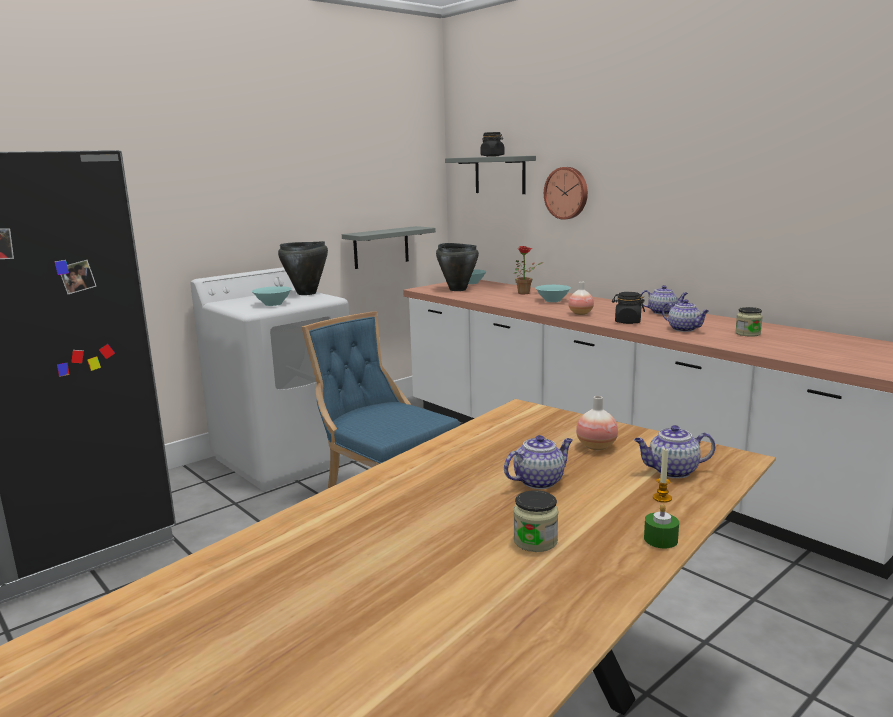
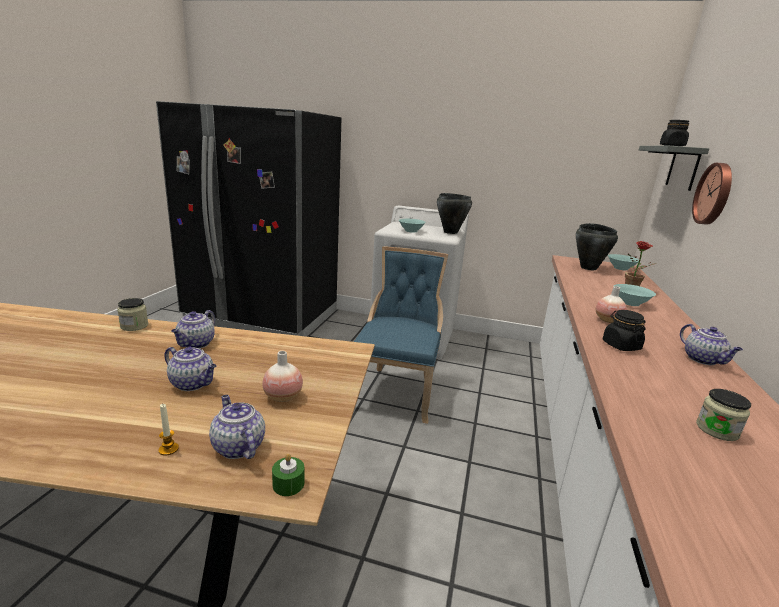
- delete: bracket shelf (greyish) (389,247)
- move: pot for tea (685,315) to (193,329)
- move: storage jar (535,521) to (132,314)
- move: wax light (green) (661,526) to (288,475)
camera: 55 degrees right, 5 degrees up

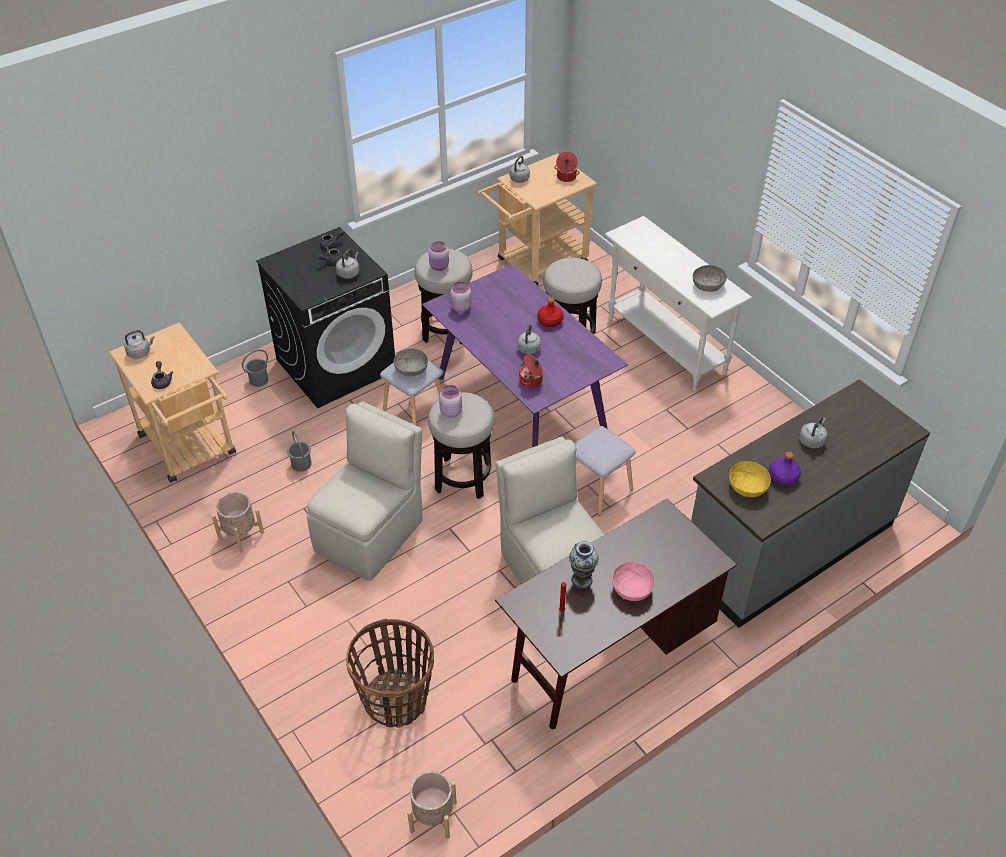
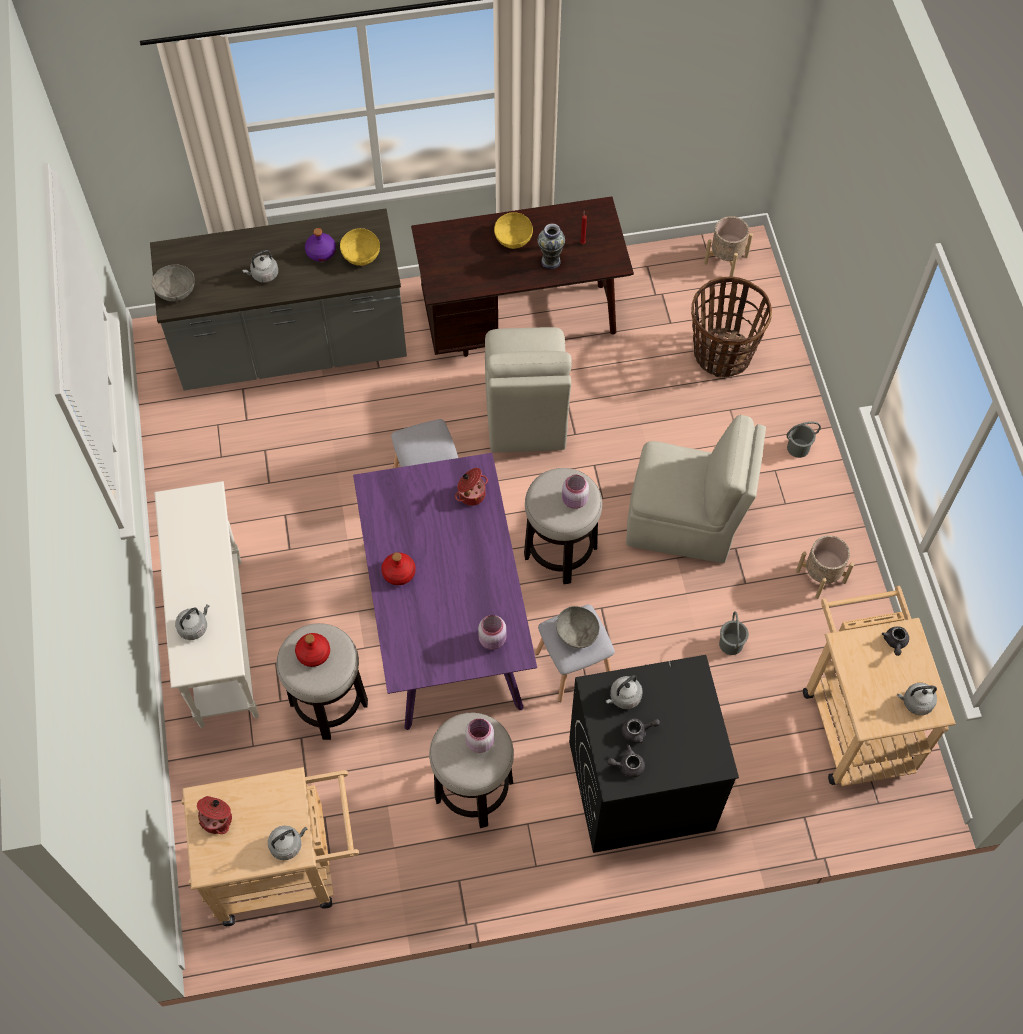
- move: deep dish (greyish) (710,278) to (173,282)
- move: water kettle (greyish) (529,339) to (192,622)
- move: bucket (greyish) (255,368) to (804,440)
- rotate: upright chair (sand-coloured) (365,491) = (696,489) 135 degrees counterclockwise
- recolor: deep dish (pinkish) (633,581) to deep dish (yellow-coloured) (513,230)
- insert: drink bottle (red) (312,650)
camera: 155 degrees left, 15 degrees up

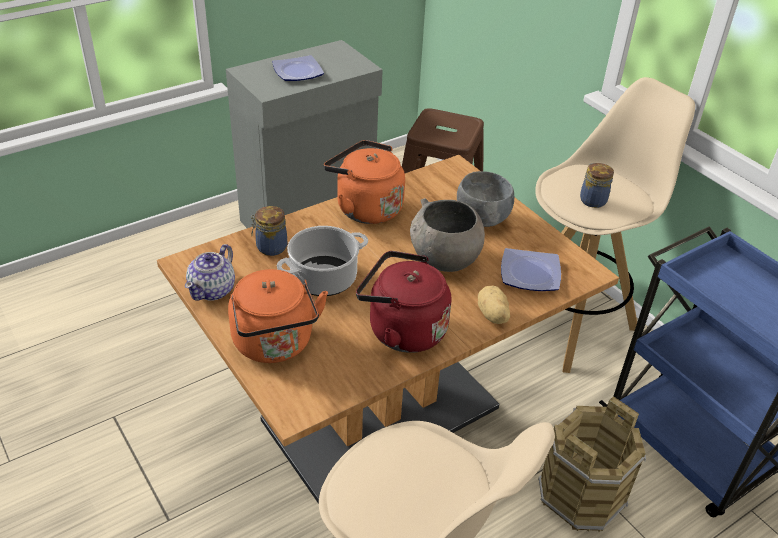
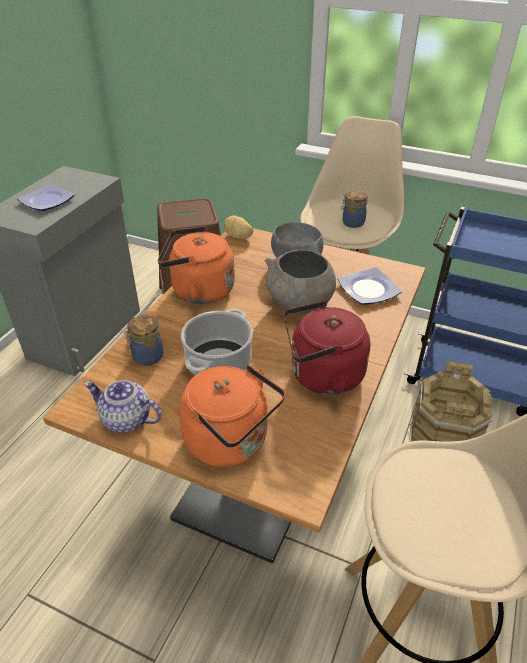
- rotate: pot for tea (210,272) = (123,406) 120 degrees clockwise
- move: potato (494,305) to (238,227)
camera: 30 degrees left, 0 degrees up

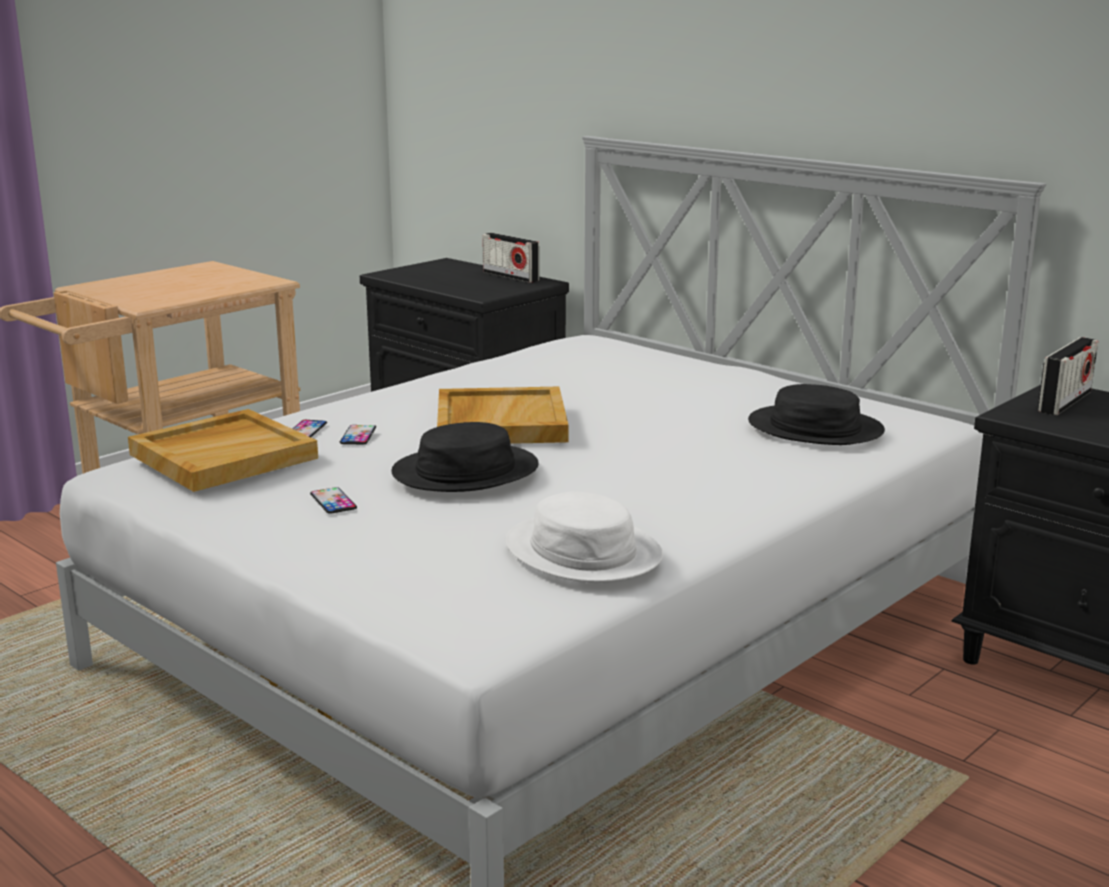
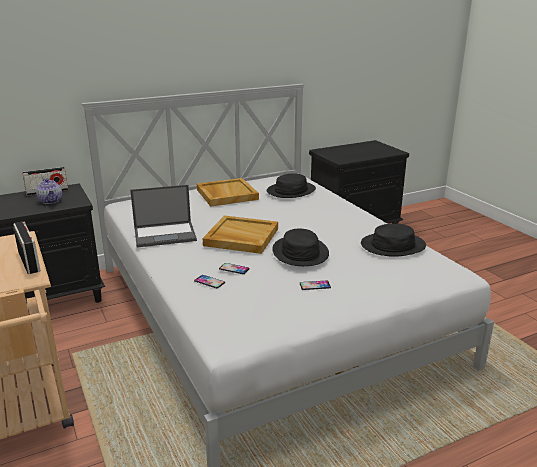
- move: radio receiver (1067,376) to (27,247)
- move: serving tray (sand-coloured) (223,450) to (228,192)
- recolor: hat (white-coloured) (584,537) to hat (black-coloured) (393,240)
- insert: pot for tea (49,191)
- insert: laptop (163,216)
camera: 70 degrees left, 5 degrees up

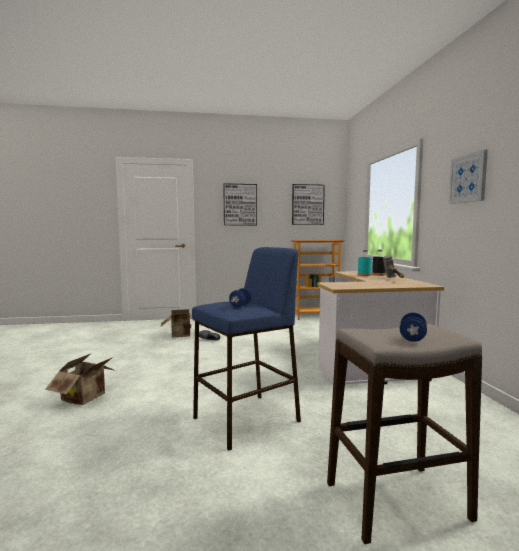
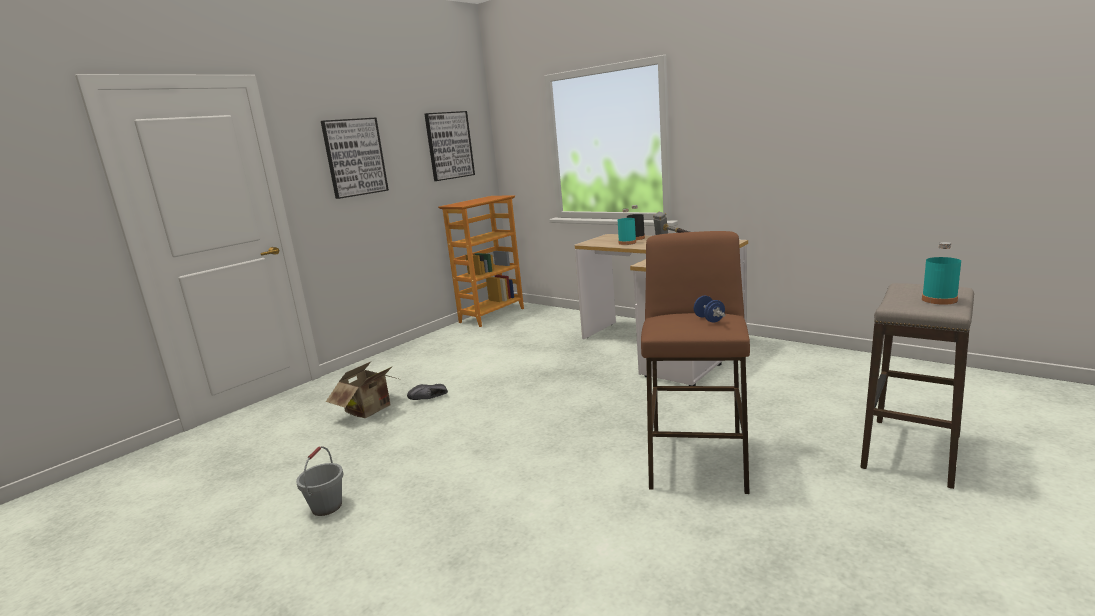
- delete: picture (468,177)
- recolor: sitting stool (blue) (246,348) to sitting stool (brown) (695,362)
- replace: free weight (blue) (413,327) to drink bottle (blue-green) (941,273)
- delete: carton (80,379)
- insert: bucket (greyish) (320,481)
camera: 40 degrees left, 10 degrees up

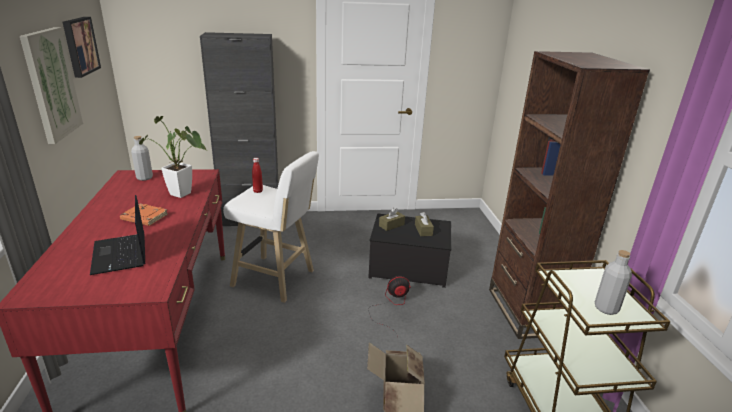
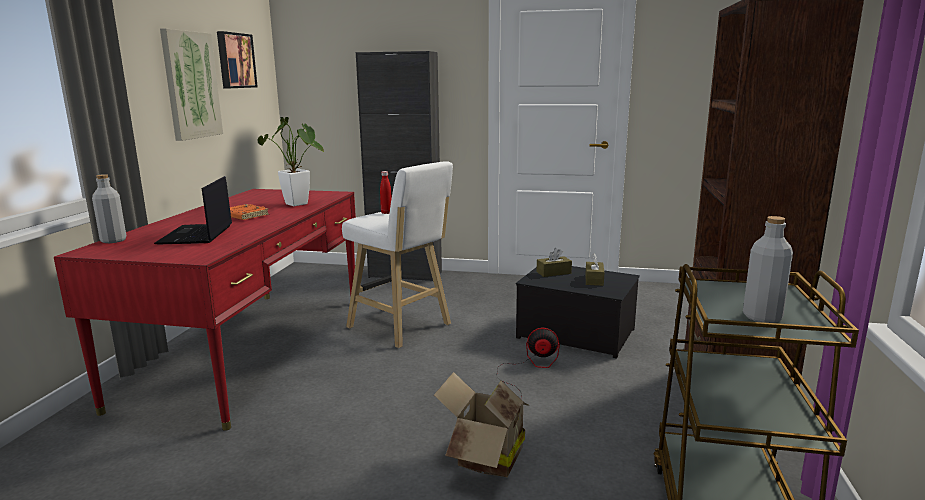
- move: drink bottle (greyish) (142,158) to (109,208)
camera: 20 degrees right, 10 degrees down

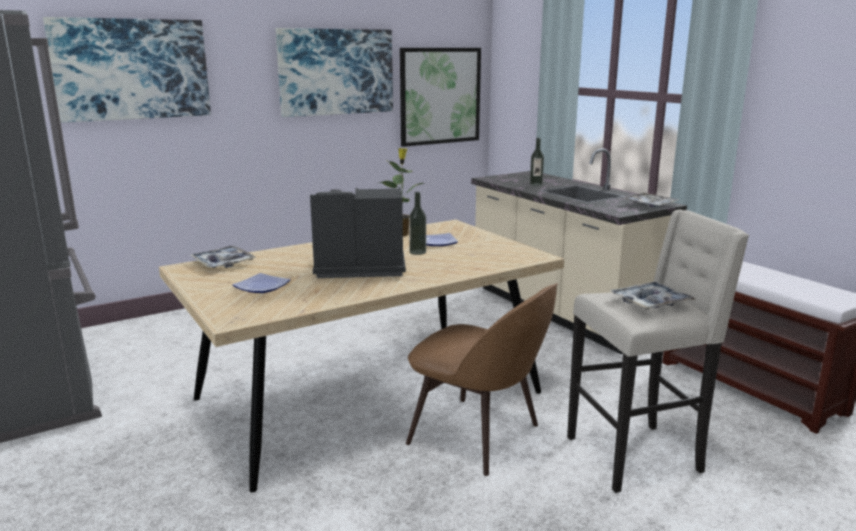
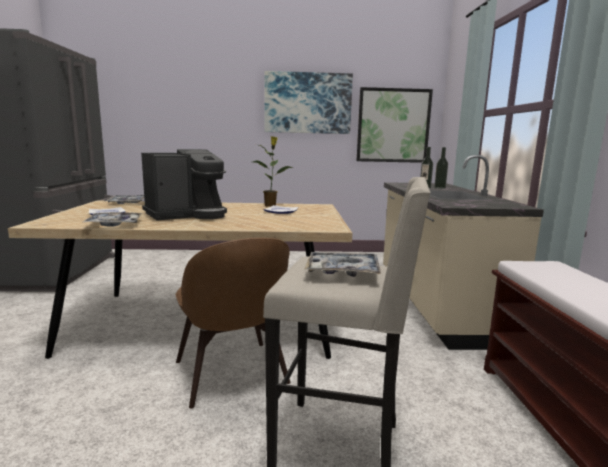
- delete: picture (127,70)
- rotate: coffee machine (358,232) = (184,185) 120 degrees clockwise
- move: drink bottle (417,223) to (441,168)
- move: serving tray (651,200) to (113,219)
camera: 30 degrees right, 5 degrees down

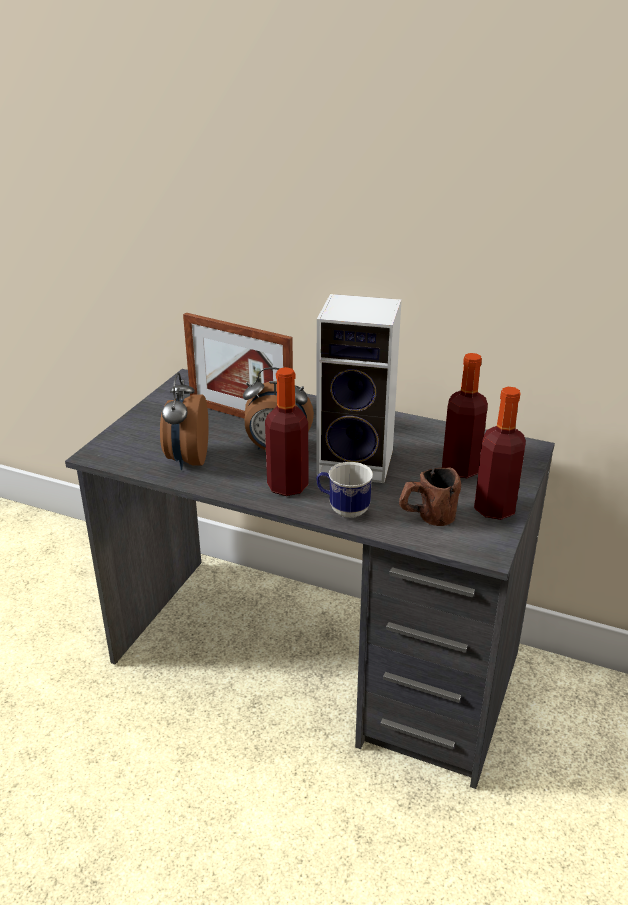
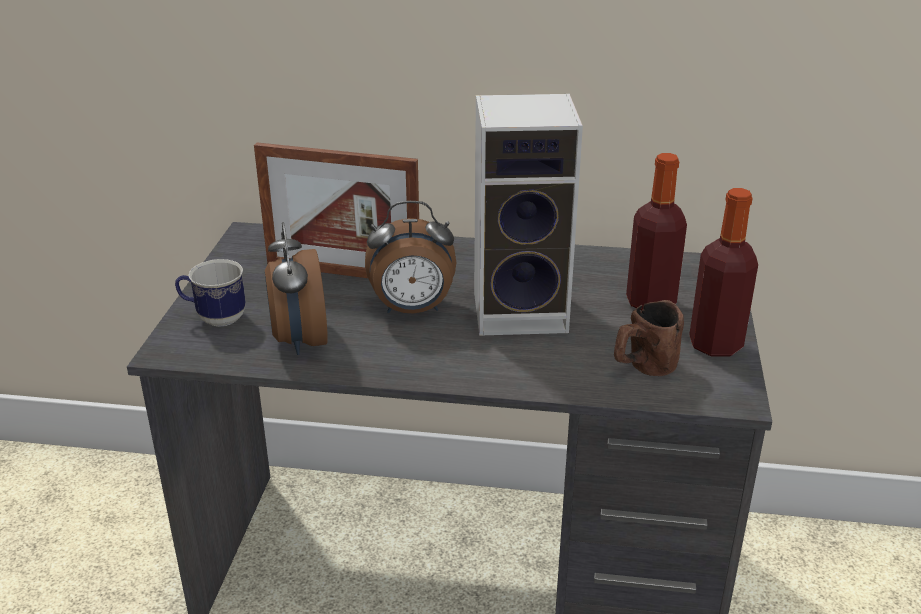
- delete: drink bottle (287,431)
- move: mug (344,490) to (210,292)
camera: 15 degrees left, 0 degrees up

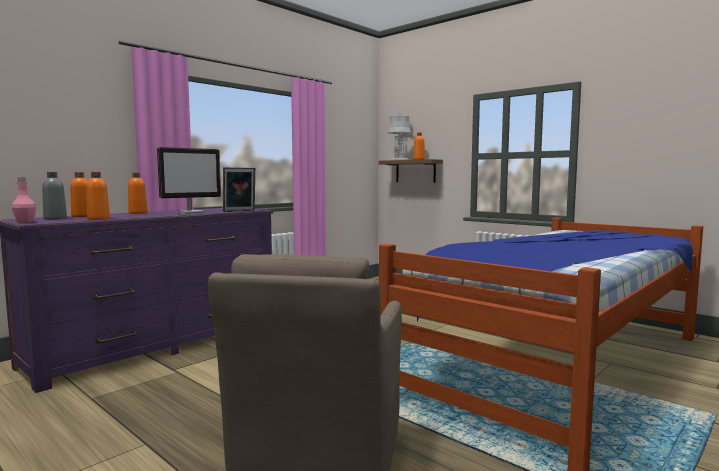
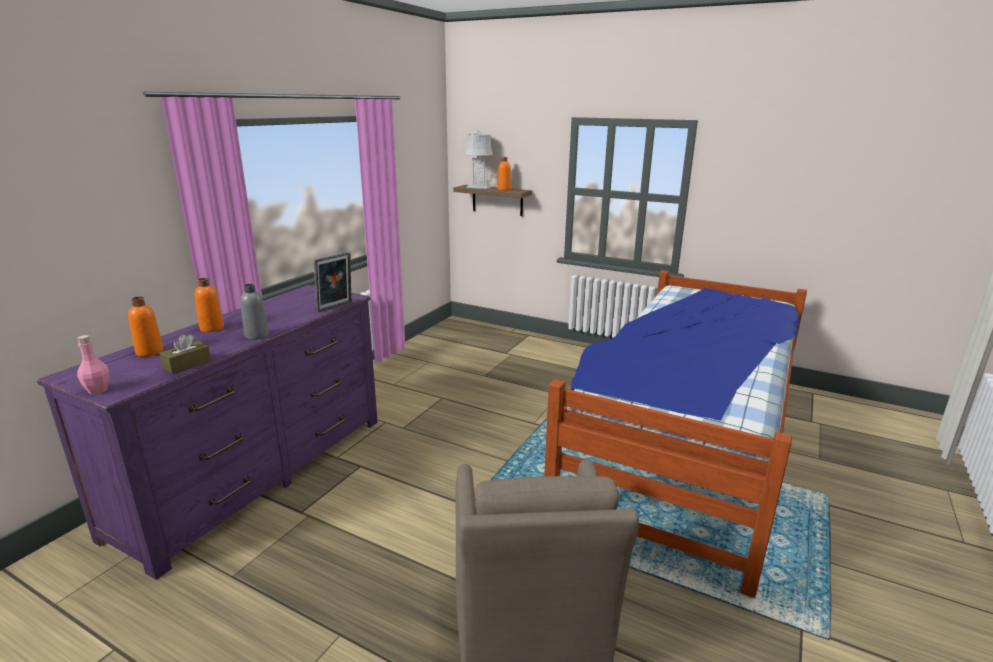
- delete: computer display (189,180)
- move: drink bottle (greyish) (54,196) to (254,312)
- replace: drink bottle (orangey) (98,196) to box of tissues (brown) (185,354)
camera: 15 degrees left, 15 degrees up

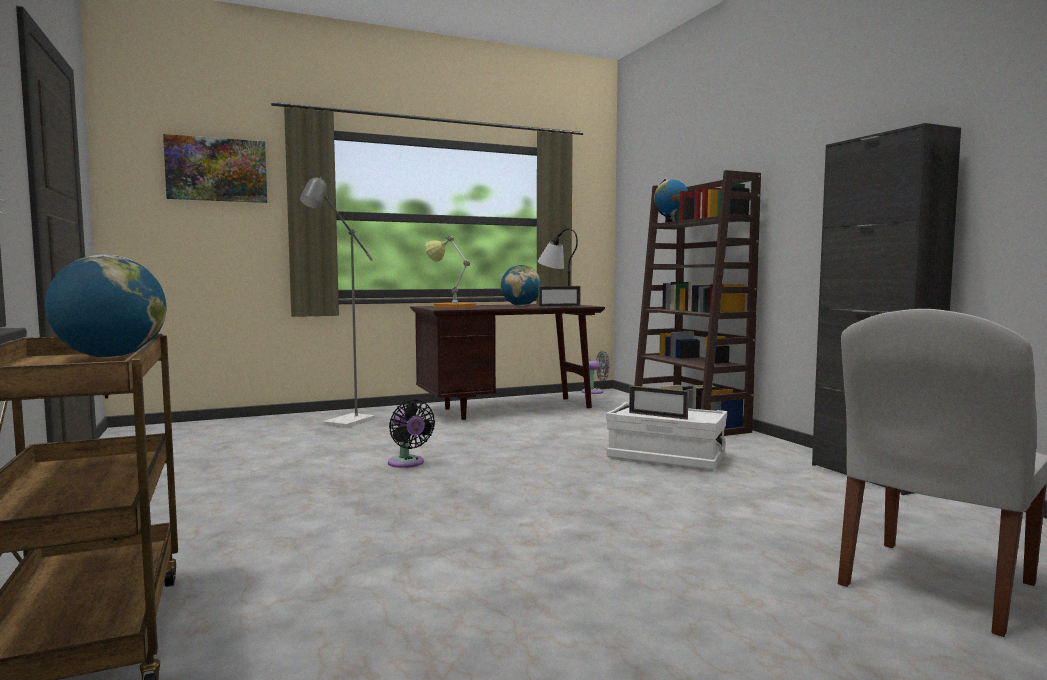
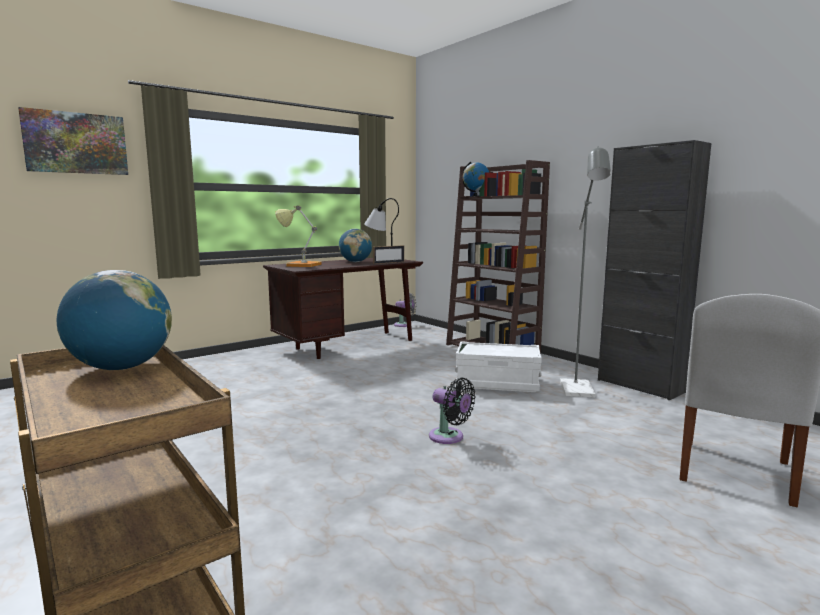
- move: floor lamp (greyish) (337,302) to (585,272)
- delete: standing frame (659,402)
- move: fan (black-coloured) (411,433) to (452,410)
camera: 15 degrees left, 5 degrees up

